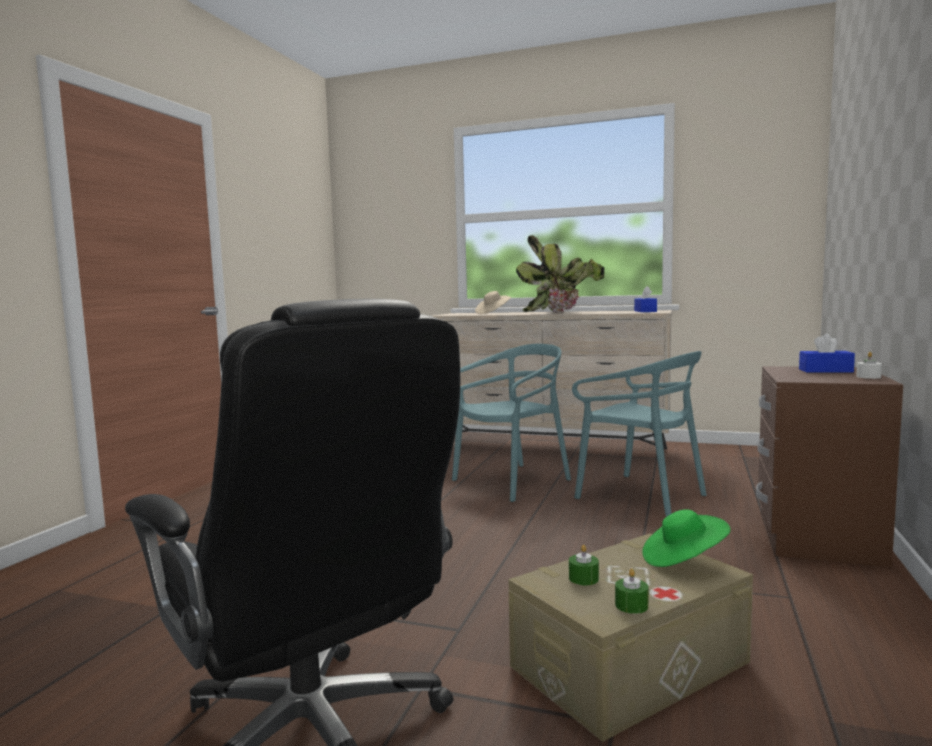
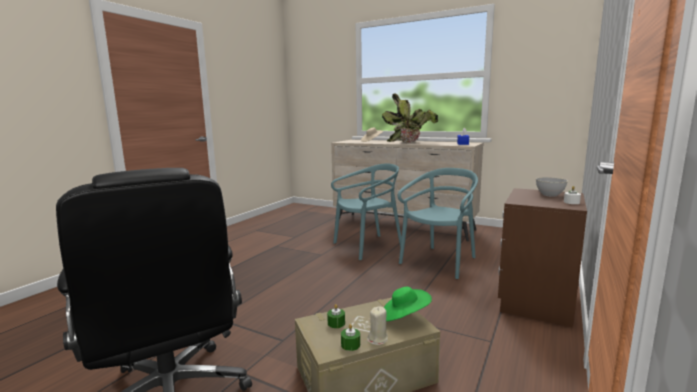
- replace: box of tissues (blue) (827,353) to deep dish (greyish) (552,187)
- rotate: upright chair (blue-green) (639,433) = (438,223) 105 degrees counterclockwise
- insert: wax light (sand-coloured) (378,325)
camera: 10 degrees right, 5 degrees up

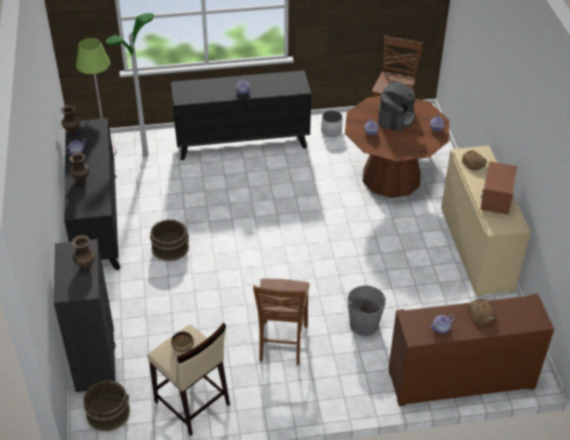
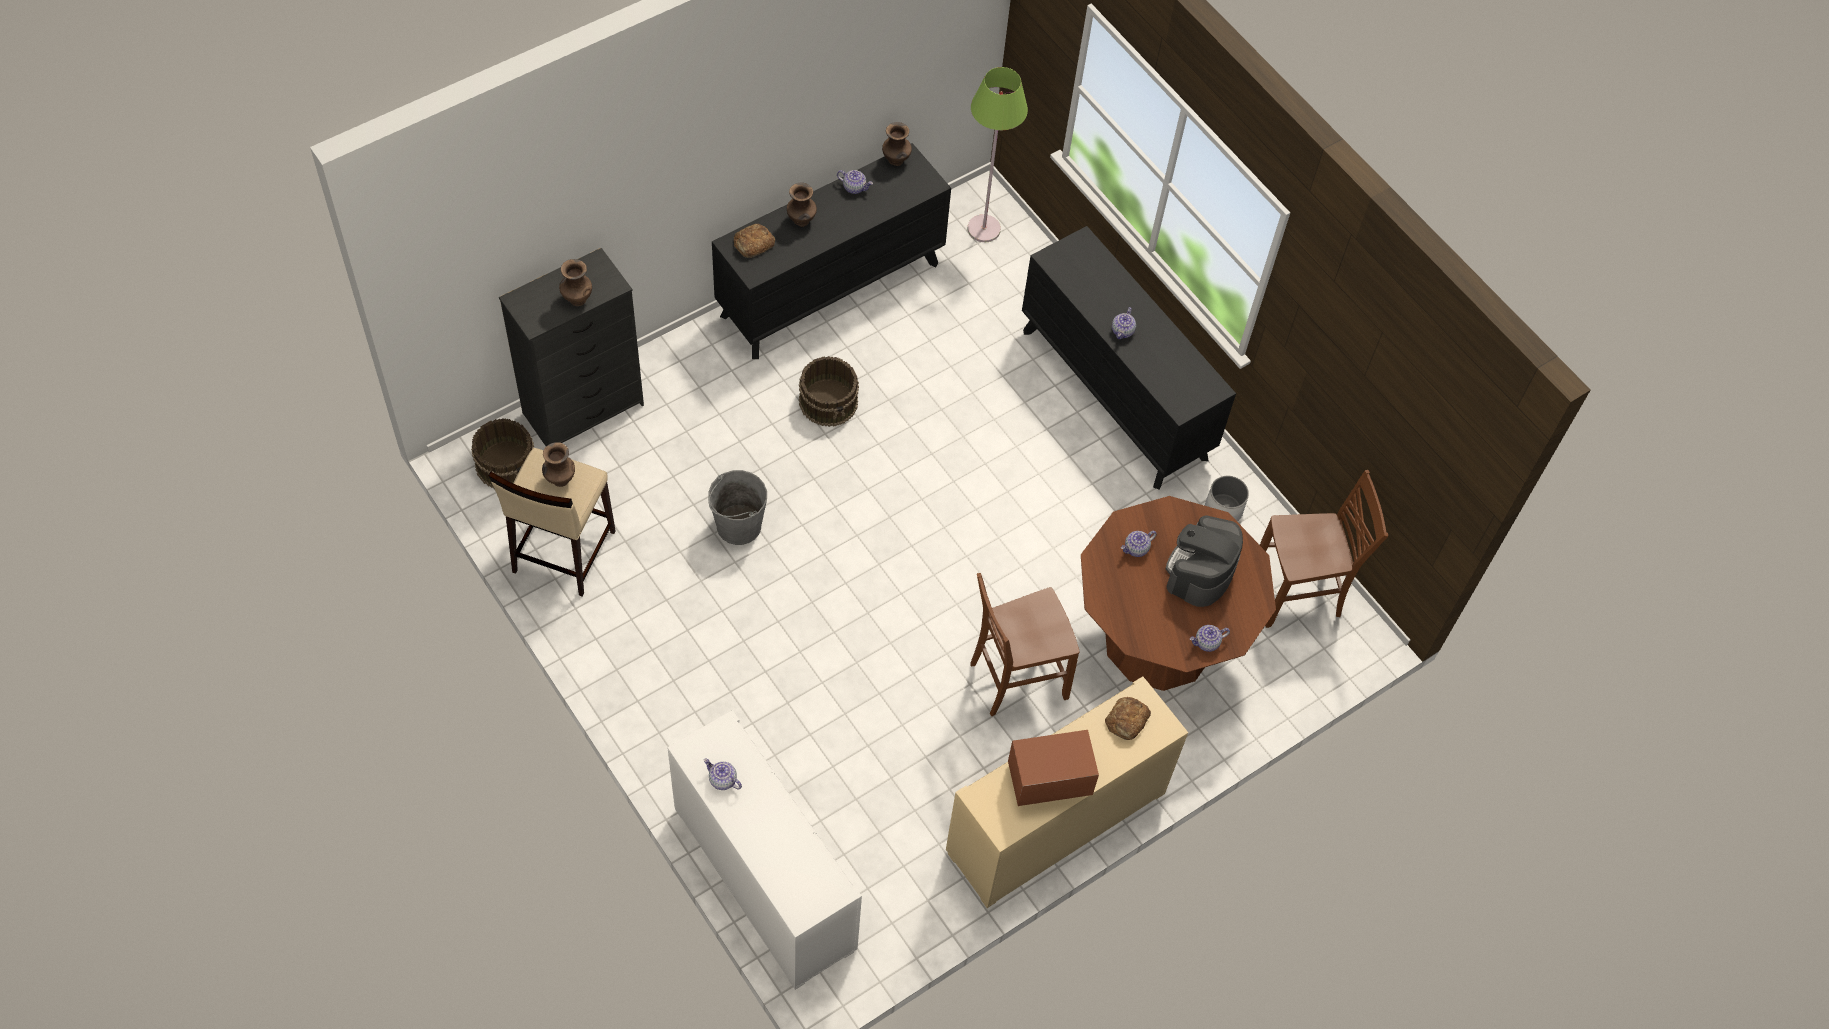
- delete: floor lamp (130,85)
- rotate: coffee machine (397,106) = (1204,561) 120 degrees clockwise
- move: upright chair (brown) (281,321) to (1025,644)
- move: bucket (greyish) (367,311) to (737,507)
- recolor: cupboard (brown) (471,349) to cupboard (white-coloured) (764,850)
- move: bakery bread (482,311) to (754,241)
- replace: deep dish (182,341) to decorative vase (brown) (558,464)
camera: 60 degrees right, 15 degrees up

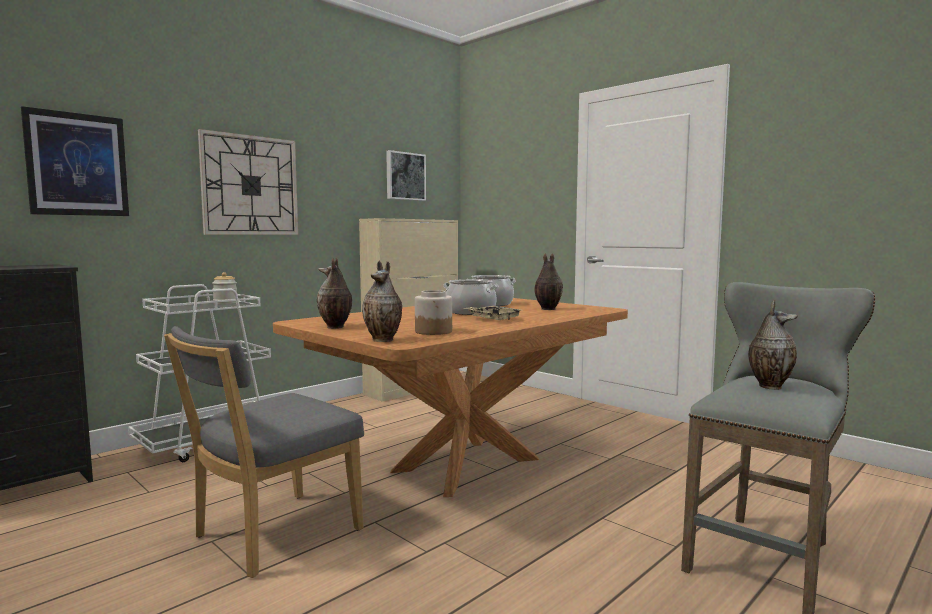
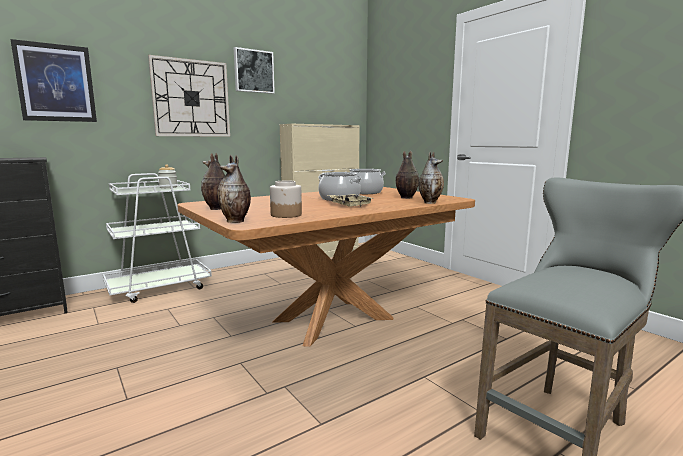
- move: picture (406,175) to (254,70)
- move: decorative vase (773,345) to (431,178)
- delete: upright chair (greyish) (264,452)
camera: 10 degrees right, 5 degrees up

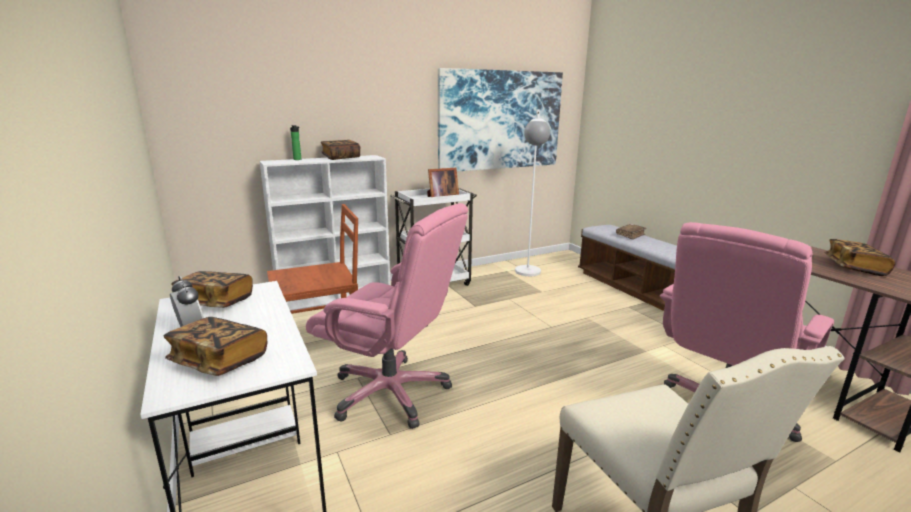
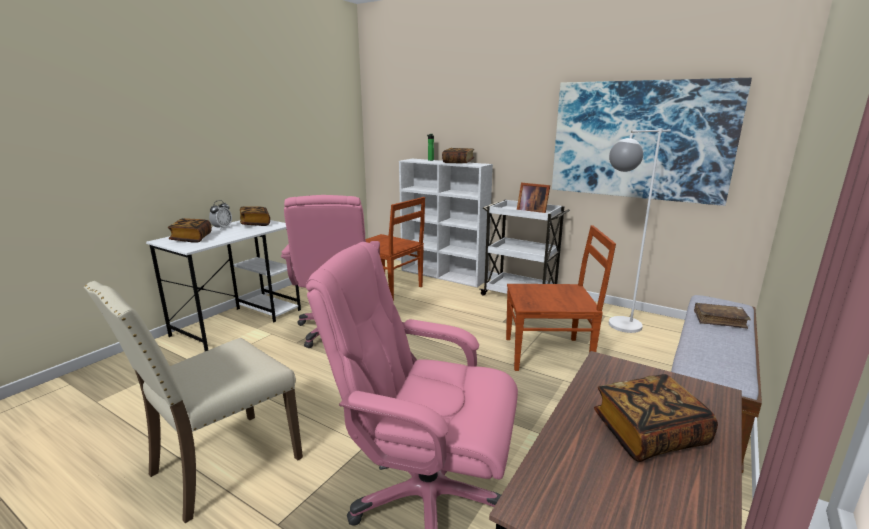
- insert: upright chair (brown) (561,298)
camera: 60 degrees right, 0 degrees up

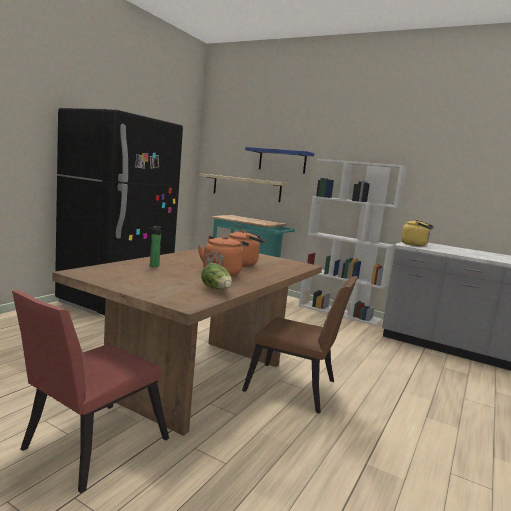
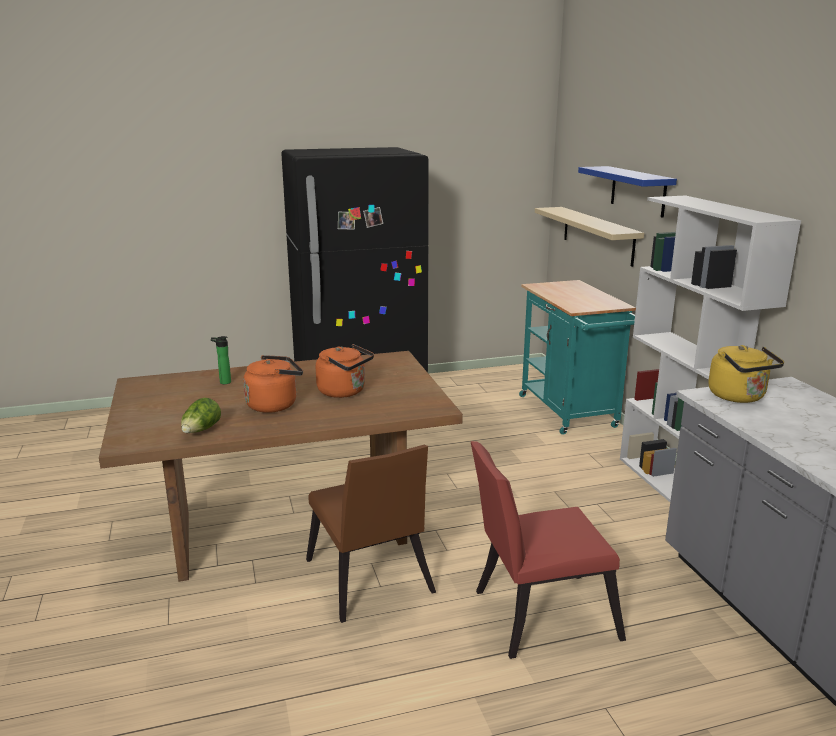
- move: upright chair (red) (90,391) to (548,550)
camera: 45 degrees right, 10 degrees up

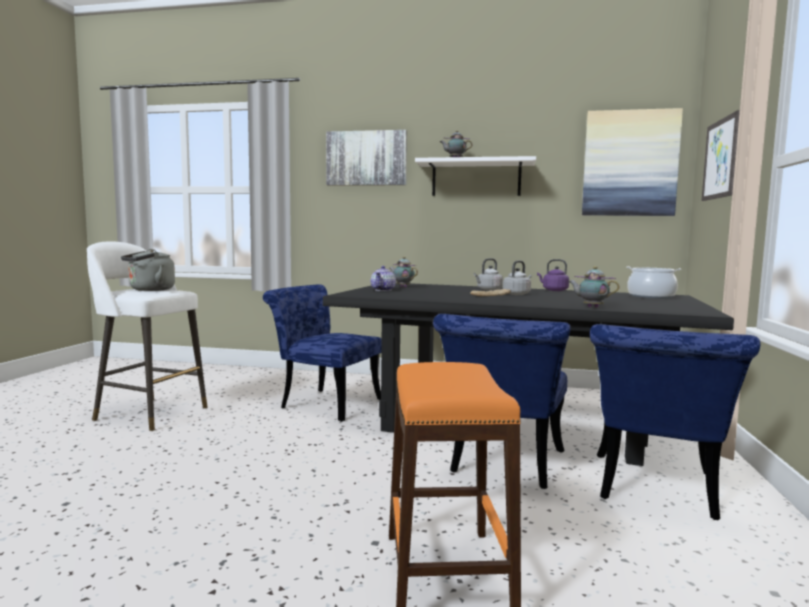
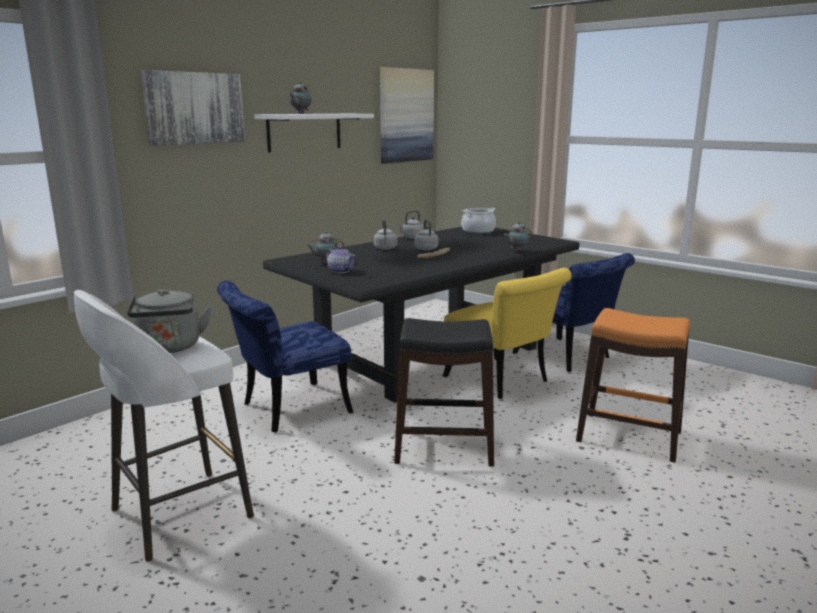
- delete: picture (720,155)
- recolor: water kettle (purplish) (553,275) to water kettle (greyish) (410,224)
- recolor: upright chair (blue) (502,401) to upright chair (yellow-coloured) (507,333)
- insert: sitting stool (black-coloured) (444,392)
camera: 60 degrees left, 10 degrees up

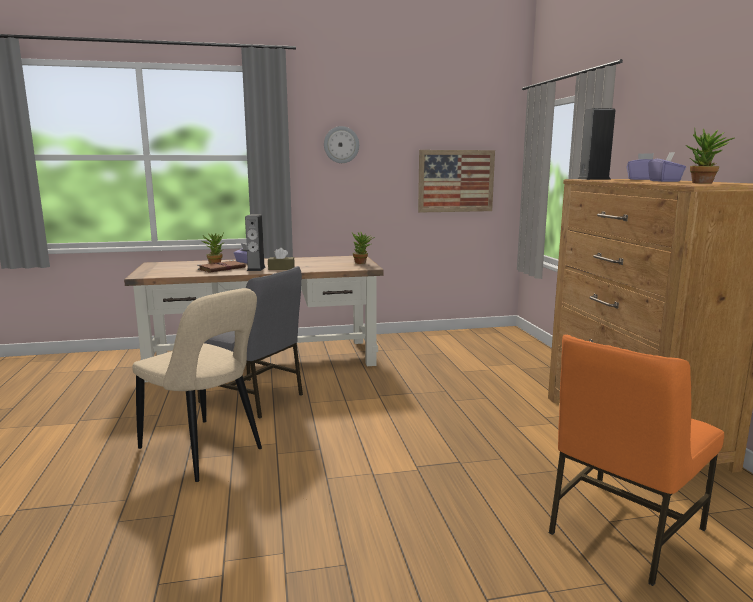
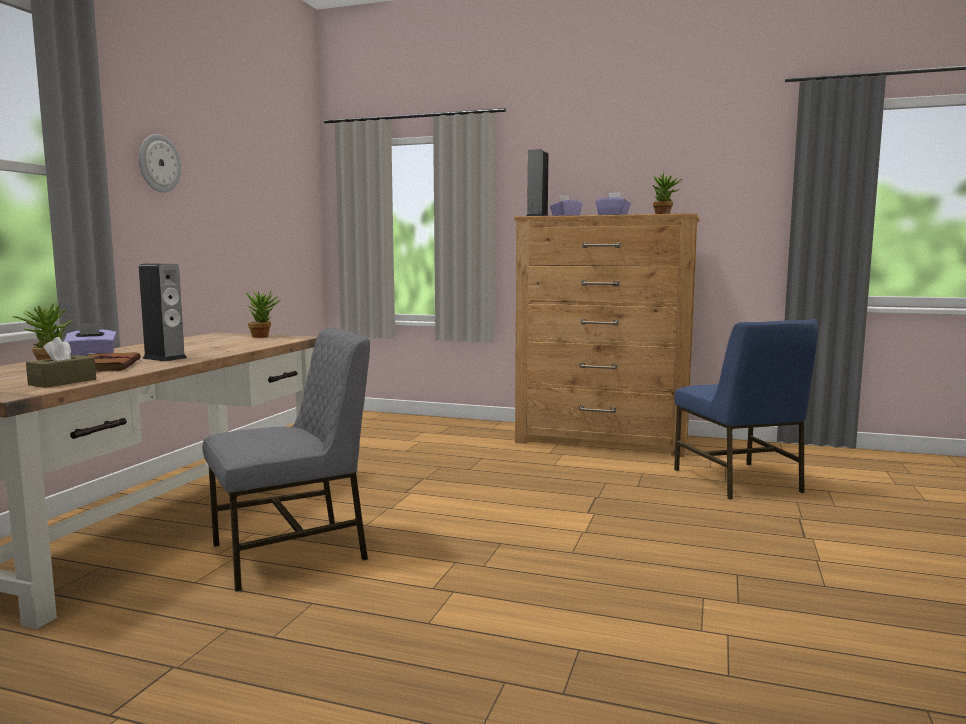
- delete: picture (456,181)
- move: box of tissues (brown) (281,259) to (61,362)
- delete: upright chair (sand-coloured) (197,385)
- recolor: upright chair (orangey) (636,460) to upright chair (blue) (746,409)
camera: 60 degrees left, 5 degrees down

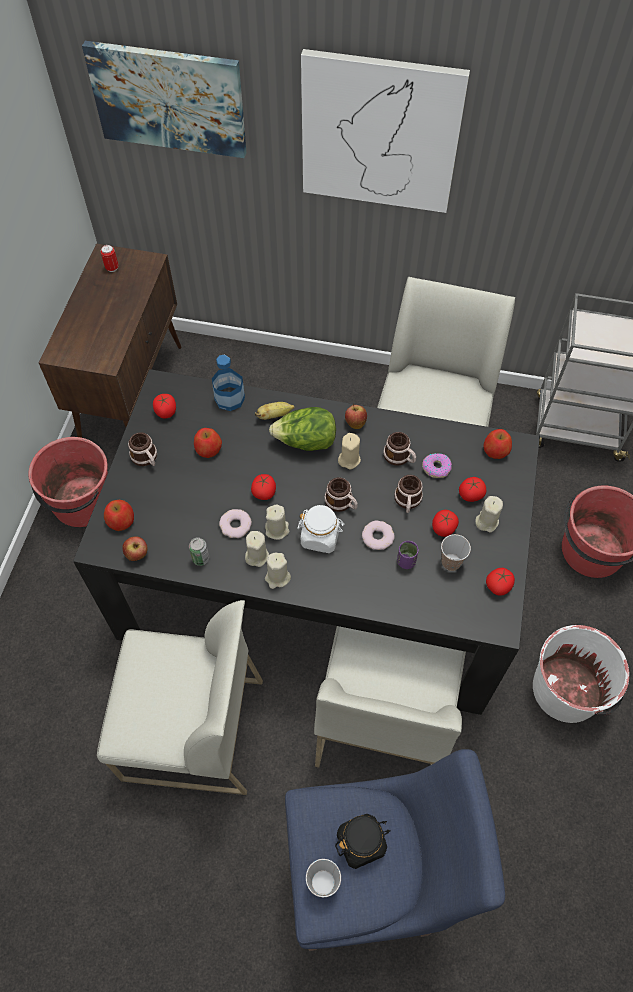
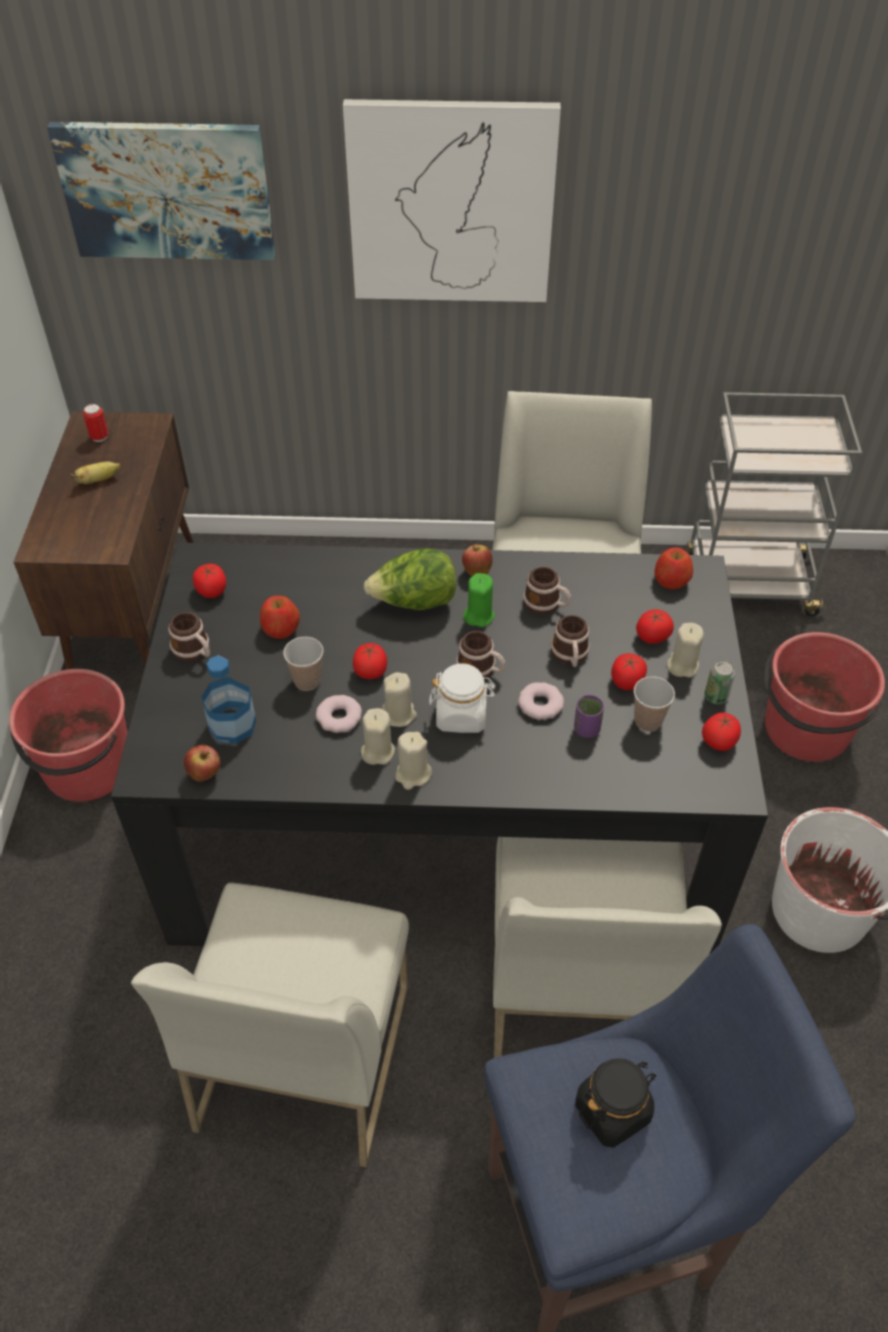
- move: drink bottle (228,382) to (228,699)
- move: banana fruit (275,411) to (96,473)
- recolor: wax light (sand-coloured) (349,451) to wax light (green) (479,600)
- delete: doughnut (437,465)
- delete: apple (119,515)
- move: metal can (199,551) to (719,682)
- rotate: upright chair (white-coloured) (180,697) = (270,1025) 105 degrees clockwise
- move: cup (323,878) to (303,664)
camera: 10 degrees left, 10 degrees down

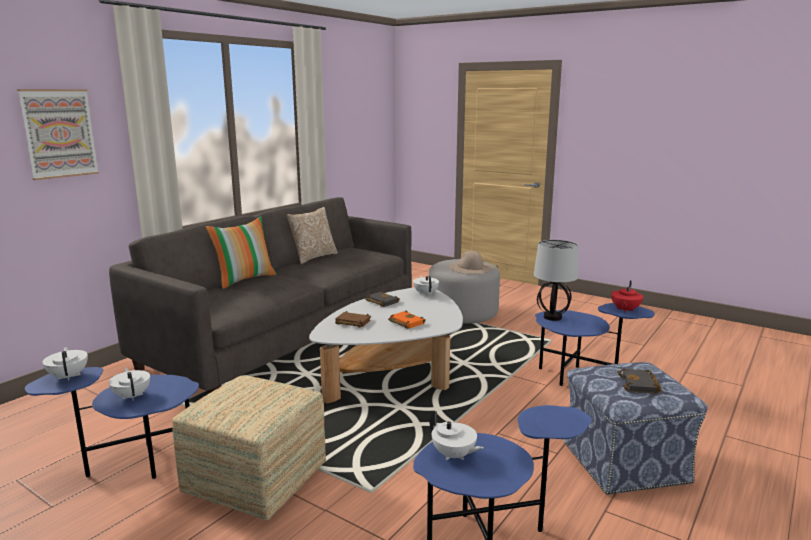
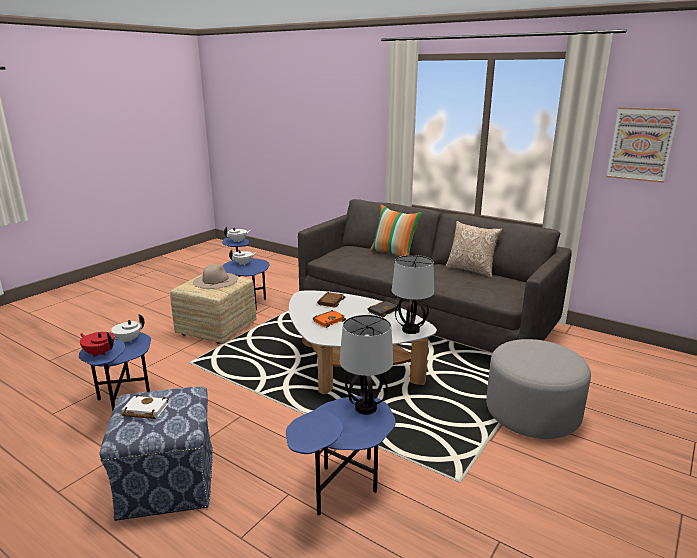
- move: picture (58,134) to (643,145)
- move: hat (sand-coloured) (471,262) to (215,276)
- replace: pot for tea (white-coloured) (426,285) to tabletop lamp (413,294)
- move: pot for tea (red) (627,296) to (97,344)
- recolor: book (black-coloured) (639,381) to book (white-coloured) (144,407)
camera: 90 degrees right, 5 degrees up

